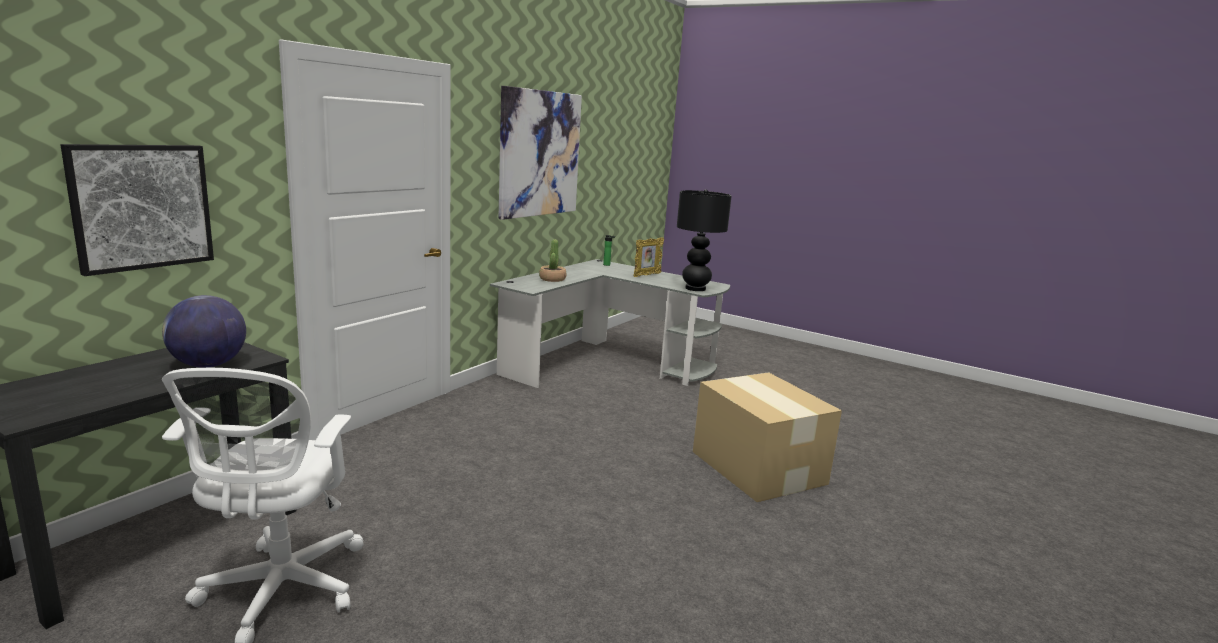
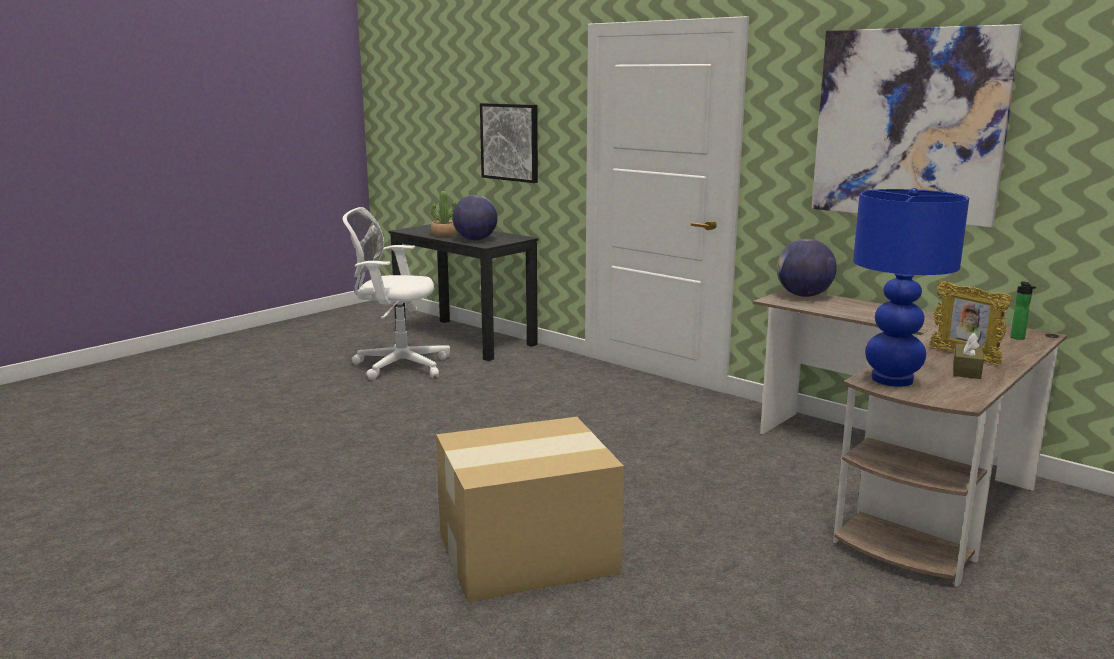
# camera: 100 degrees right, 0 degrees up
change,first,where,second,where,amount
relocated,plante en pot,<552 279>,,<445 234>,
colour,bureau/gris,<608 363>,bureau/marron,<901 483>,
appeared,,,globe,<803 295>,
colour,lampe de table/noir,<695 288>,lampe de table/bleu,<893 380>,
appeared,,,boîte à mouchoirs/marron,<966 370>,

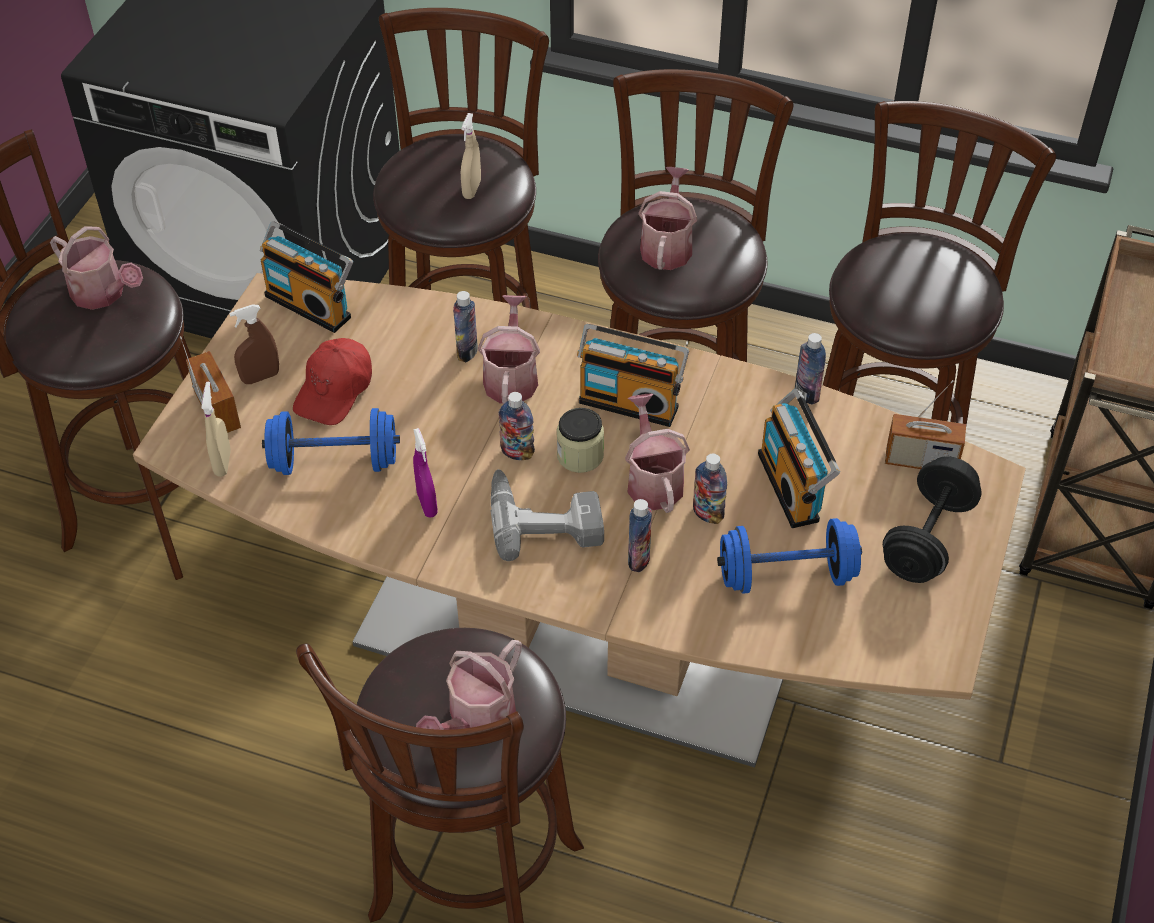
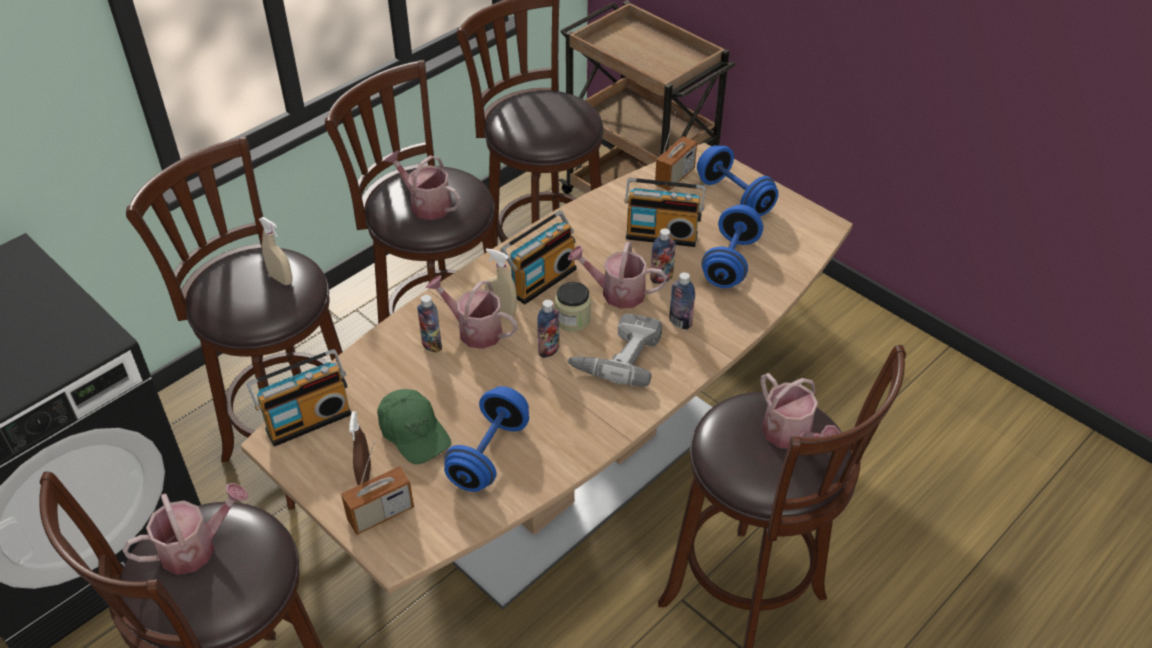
# camera: 65 degrees left, 5 degrees down
change,first,where,second,where,amount
spun,radio,<217 410>,,<381 514>,150 degrees clockwise
colour,casquette/rouge,<335 390>,casquette/vert,<414 432>,
relocated,vaporisateur/beige,<223 463>,,<501 310>,
colour,haltère/noir,<927 538>,haltère/bleu,<734 197>,
missing,vaporisateur/violet,<427 504>,,,
missing,bouteille,<806 394>,,,

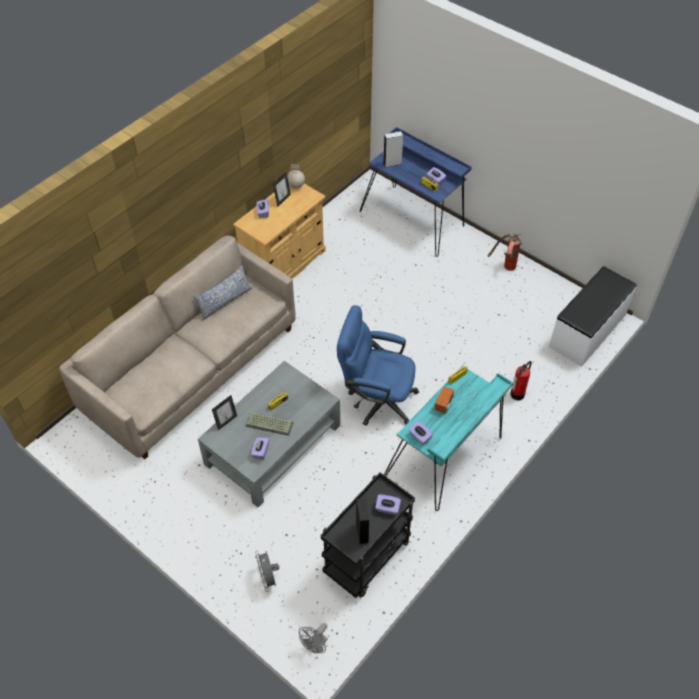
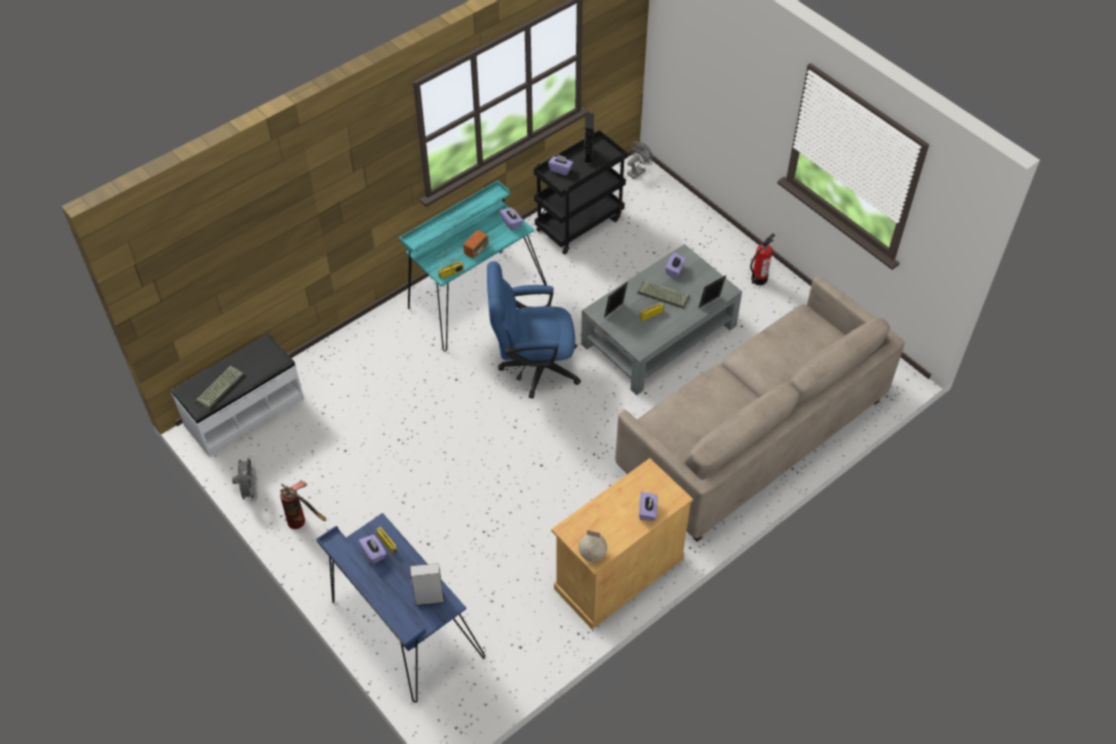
# camera: 170 degrees left, 0 degrees up
change,first,where,second,where,amount
appeared,,,clavier,<220 387>,
relocated,ventilateur/gris,<268 578>,,<250 491>,
spun,chaise de bureau/bleu,<376 399>,,<532 367>,150 degrees clockwise
relocated,cadre photo,<282 200>,,<615 311>,
relocated,extincteur,<517 394>,,<759 279>,
missing,coussin,<224 302>,,,

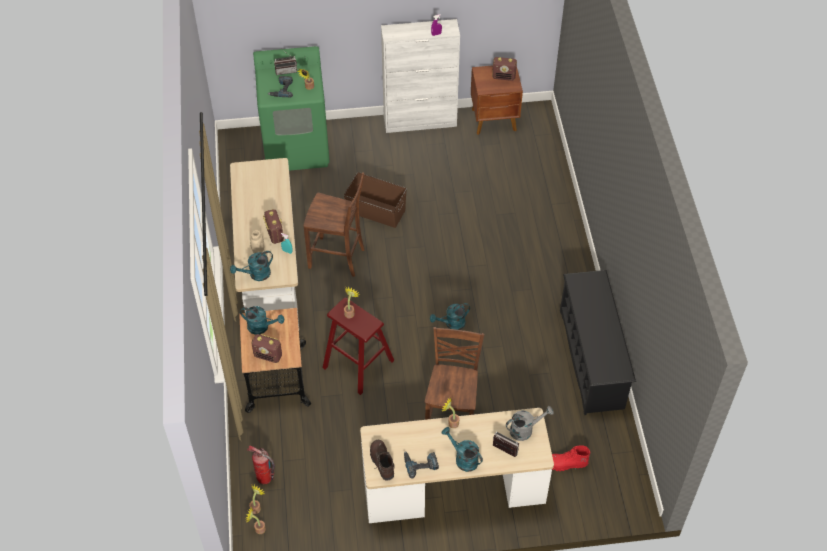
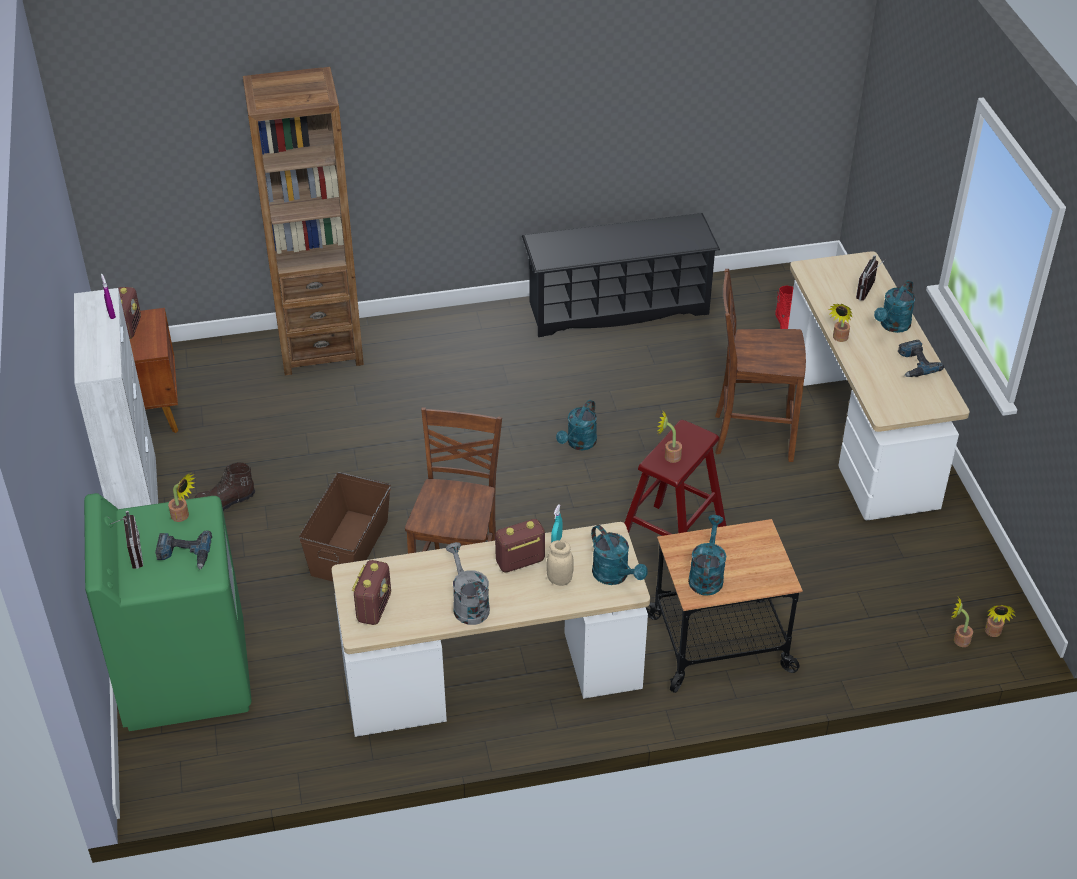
# camera: 95 degrees left, 10 degrees down
change,first,where,second,where,amount
relocated,botte/marron,<381 462>,,<225 502>,
appeared,,,bibliothèque/marron,<320 349>,
relocated,radio,<268 356>,,<374 608>,
relocated,arrosoir/gris,<525 429>,,<468 604>,
spun,arrosoir/turquoise,<452 324>,,<579 444>,60 degrees clockwise
missing,extincteur,<264 478>,,,

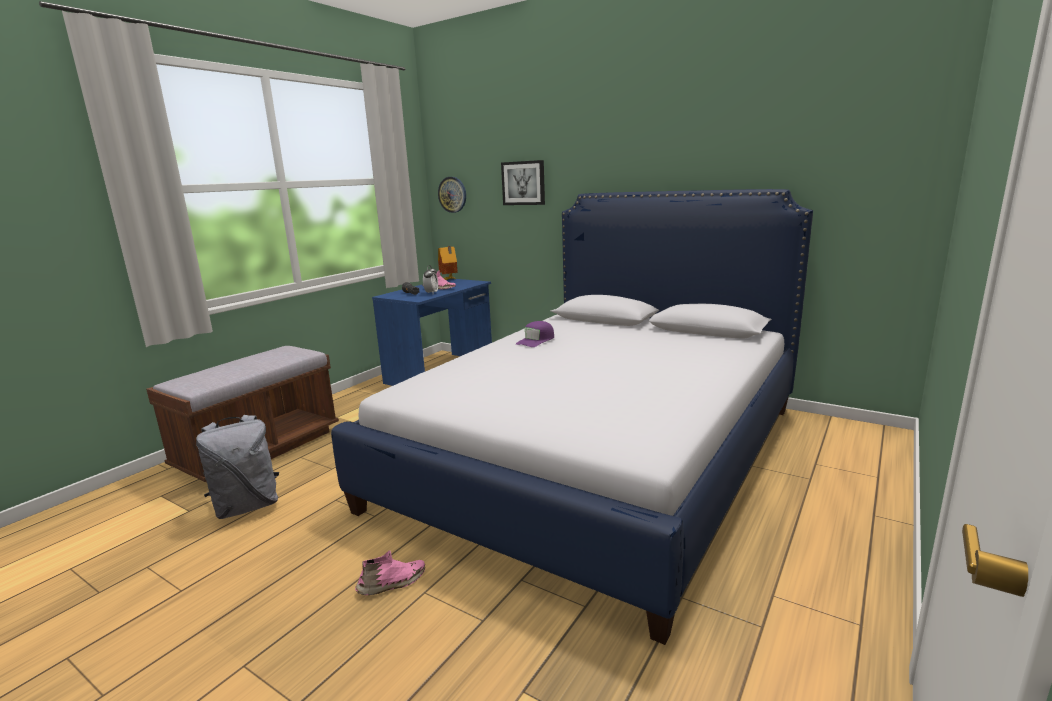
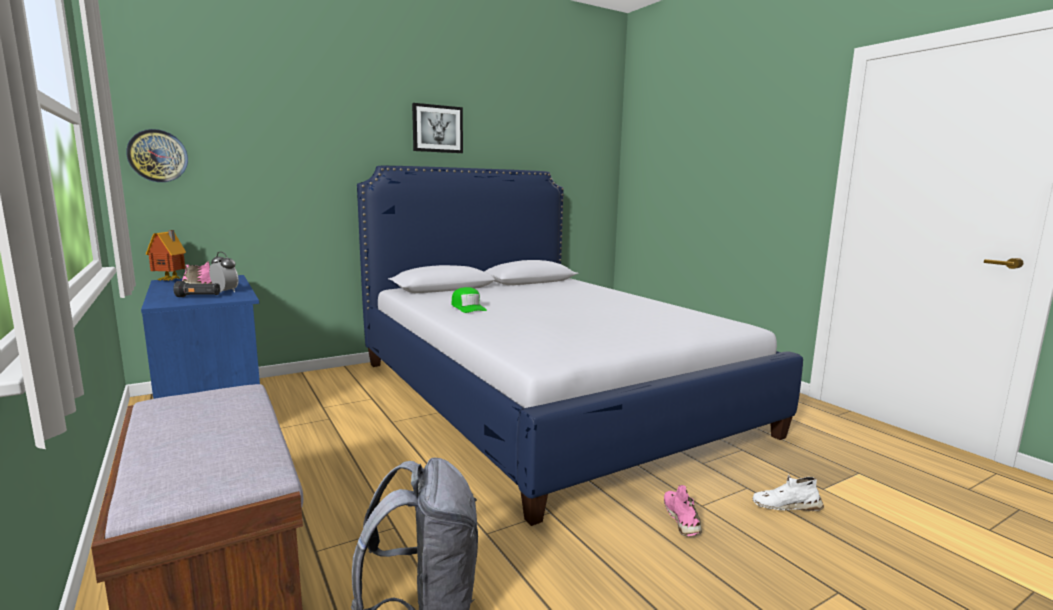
# camera: 65 degrees left, 5 degrees down
change,first,where,second,where,amount
relocated,tableau,<523 183>,,<437 129>,
colour,casquette/violet,<536 341>,casquette/vert,<468 307>,
appeared,,,chaussure/blanc,<785 505>,

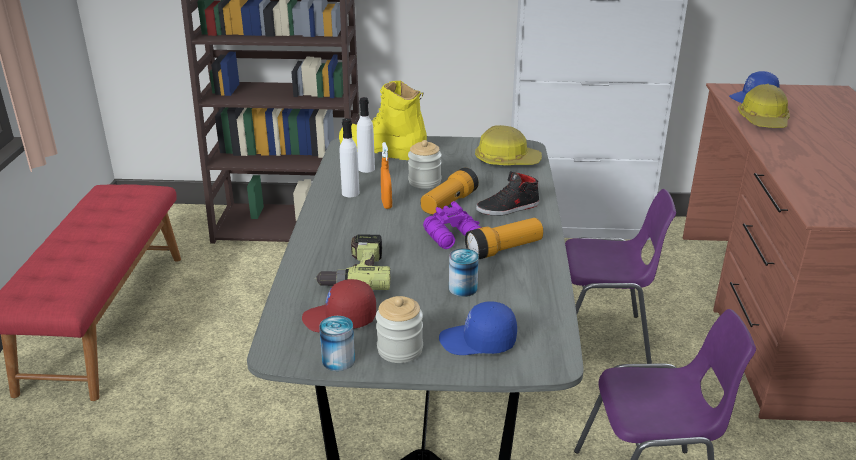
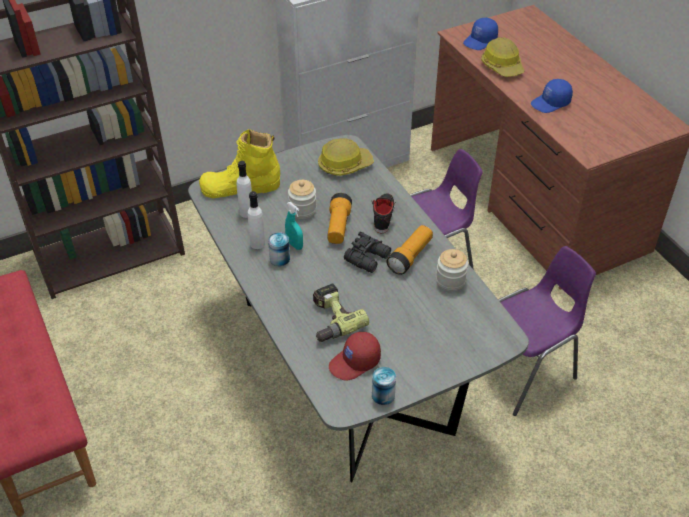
# camera: 30 degrees left, 15 degrees up
change,first,where,second,where,amount
relocated,boîte métallique,<463 288>,,<279 259>,
colour,vaporisateur/orange,<386 204>,vaporisateur/turquoise,<294 245>,
colour,jumelles/violet,<454 237>,jumelles/noir,<368 258>,
spun,chaussure/noir,<508 208>,,<383 215>,150 degrees clockwise
relocated,bocal,<400 349>,,<450 281>,
relocated,casquette/bleu,<478 342>,,<551 103>,

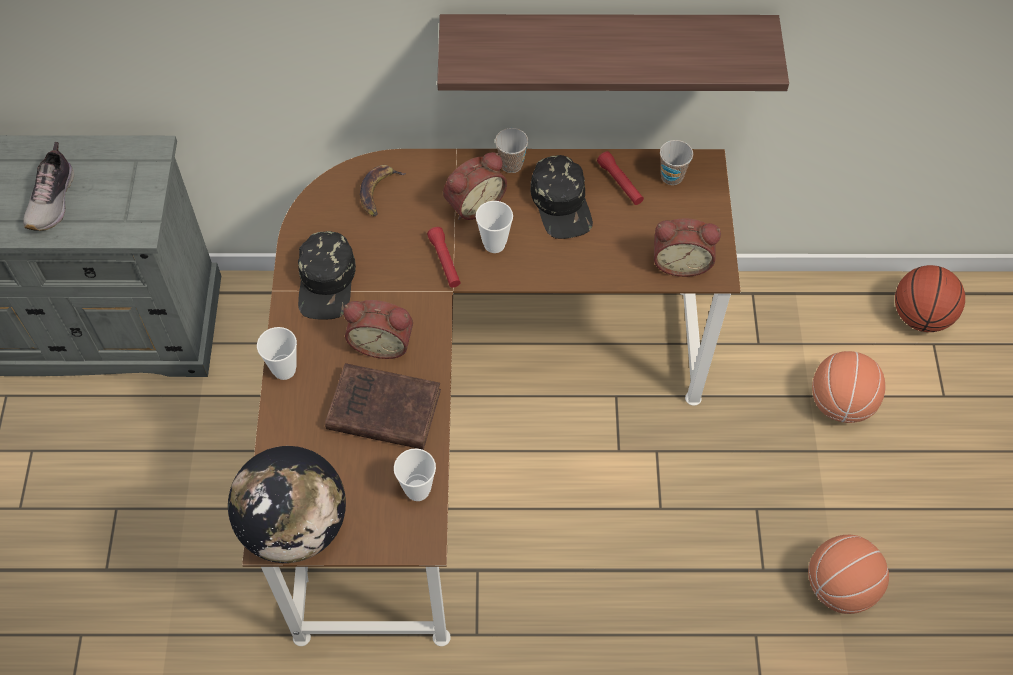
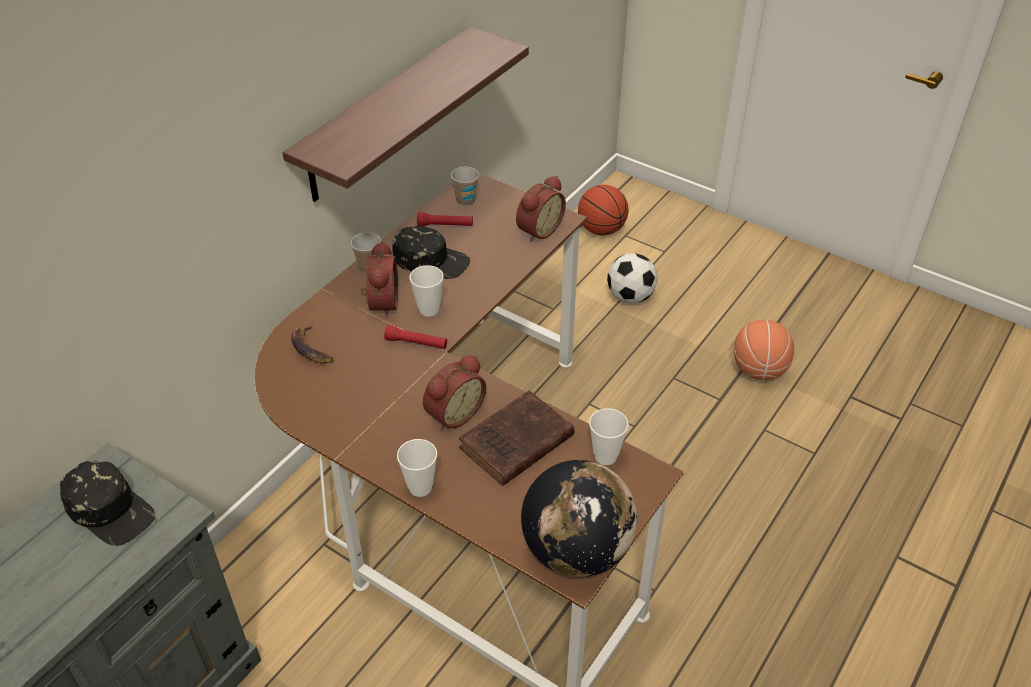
# camera: 55 degrees left, 15 degrees down
change,first,where,second,where,amount
relocated,casquette/noir,<327 282>,,<110 509>,
exchanged,ballon de basket,<840 402>,ballon de foot,<630 296>,
missing,chaussure,<53 200>,,,

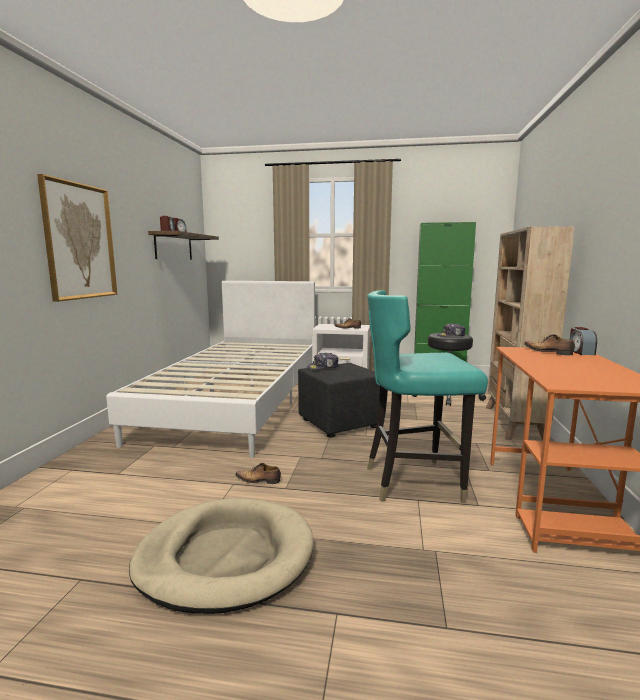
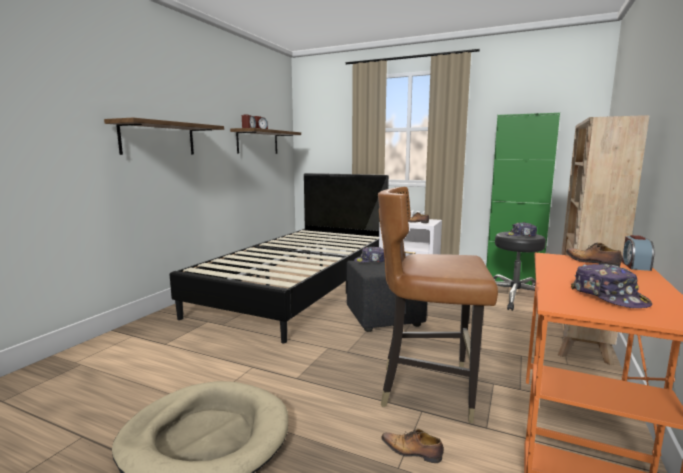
# camera: 15 degrees right, 0 degrees up
change,first,where,second,where,amount
exchanged,tableau,<79 241>,étagère,<158 139>,
colour,lit/blanc,<238 402>,lit/noir,<300 288>,
colour,chaise/turquoise,<414 481>,chaise/marron,<428 390>,
relocated,chaussure,<258 480>,,<412 452>,
appeared,,,casquette,<609 297>,

